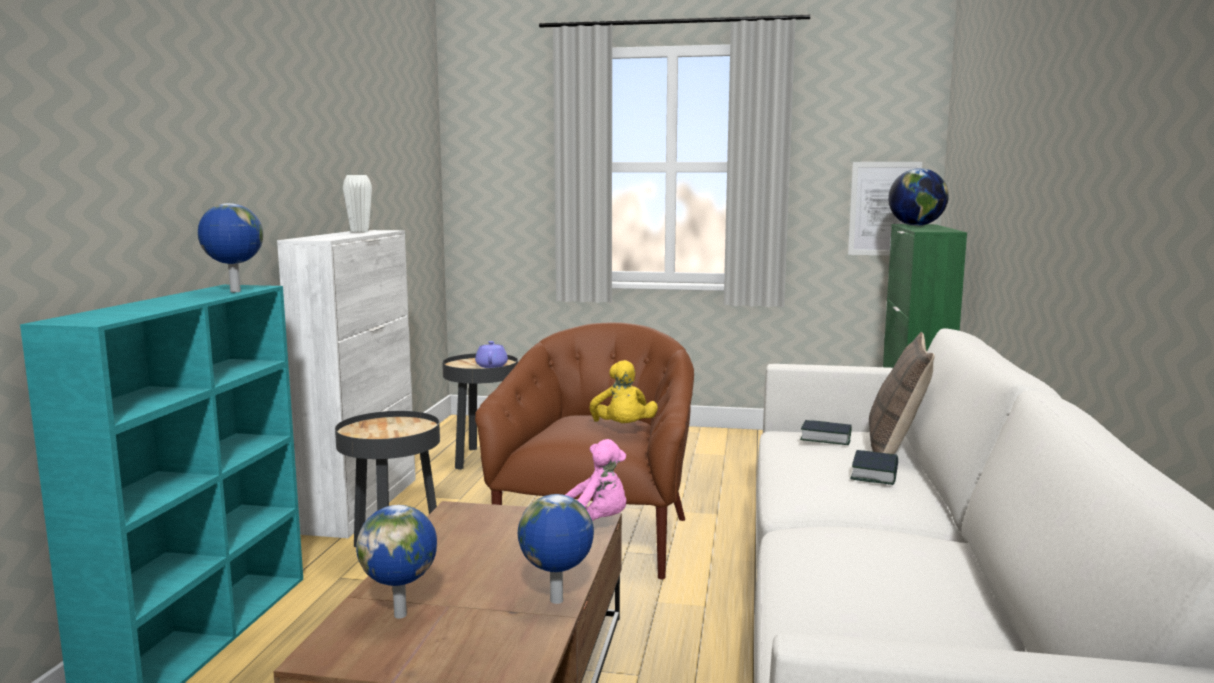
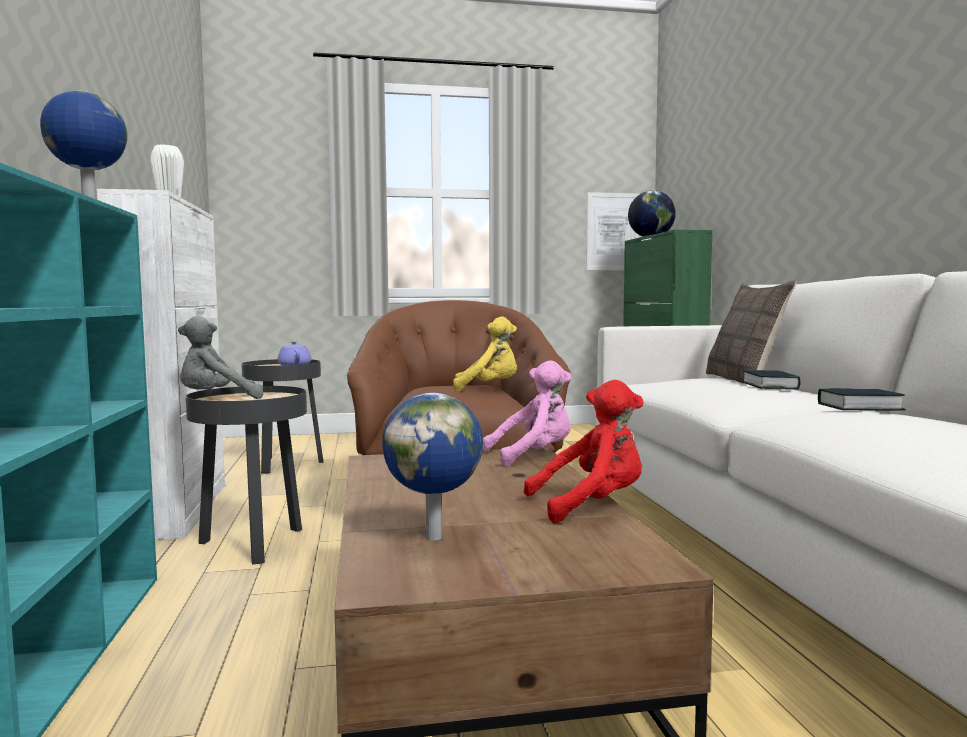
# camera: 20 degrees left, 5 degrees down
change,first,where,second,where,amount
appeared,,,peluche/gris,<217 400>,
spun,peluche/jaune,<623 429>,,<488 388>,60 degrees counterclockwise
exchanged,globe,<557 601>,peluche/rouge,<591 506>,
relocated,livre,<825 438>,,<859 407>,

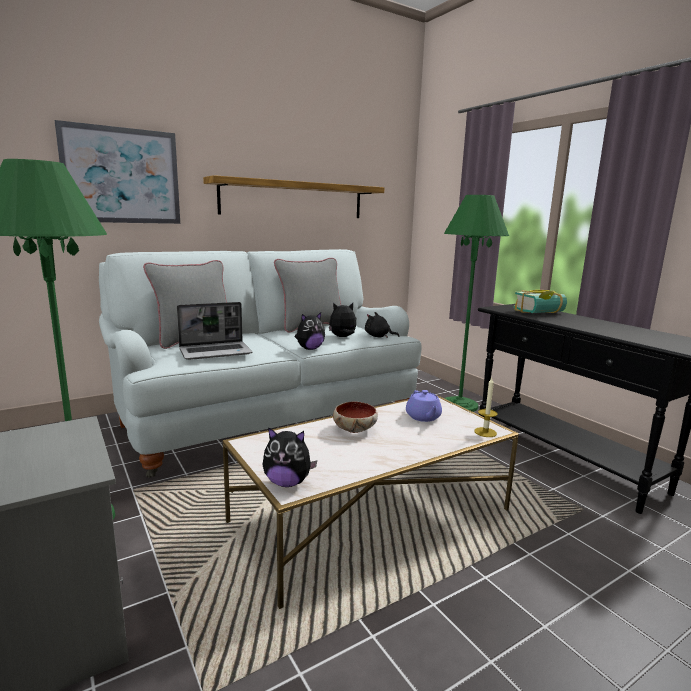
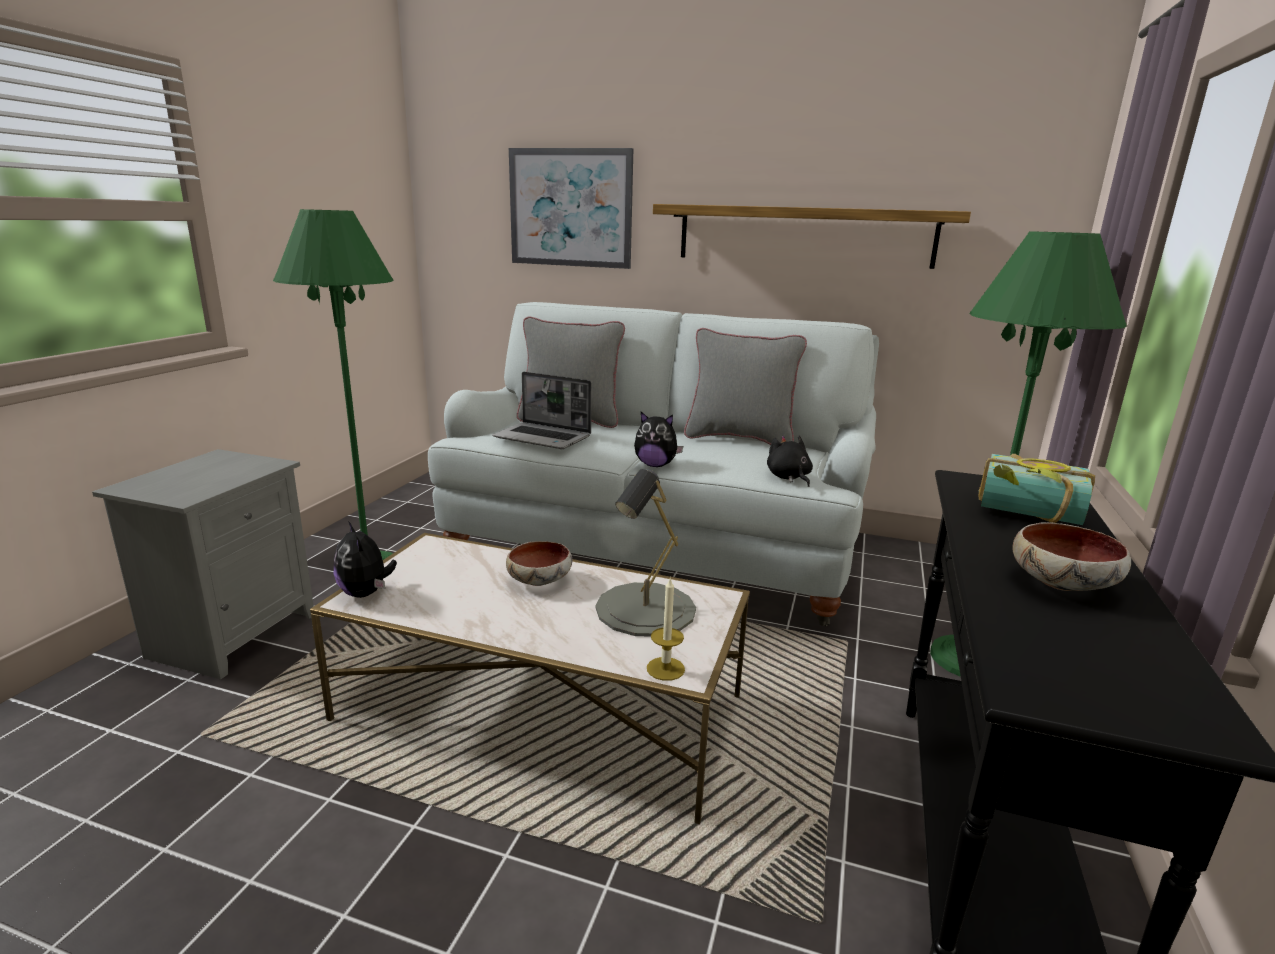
# camera: 50 degrees right, 5 degrees up
change,first,where,second,where,amount
exchanged,théière/violet,<423 417>,lampe de table/gris,<646 609>,
appeared,,,bol,<1062 583>,
missing,peluche,<342 337>,,,

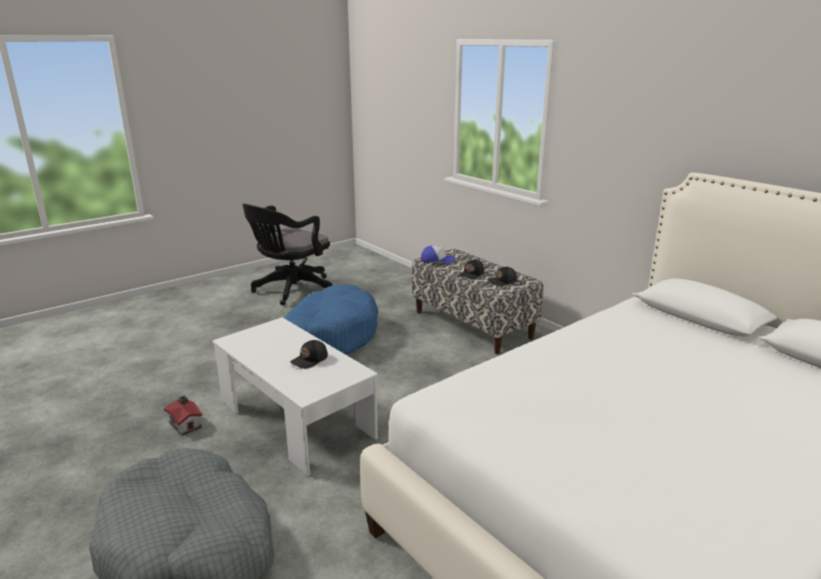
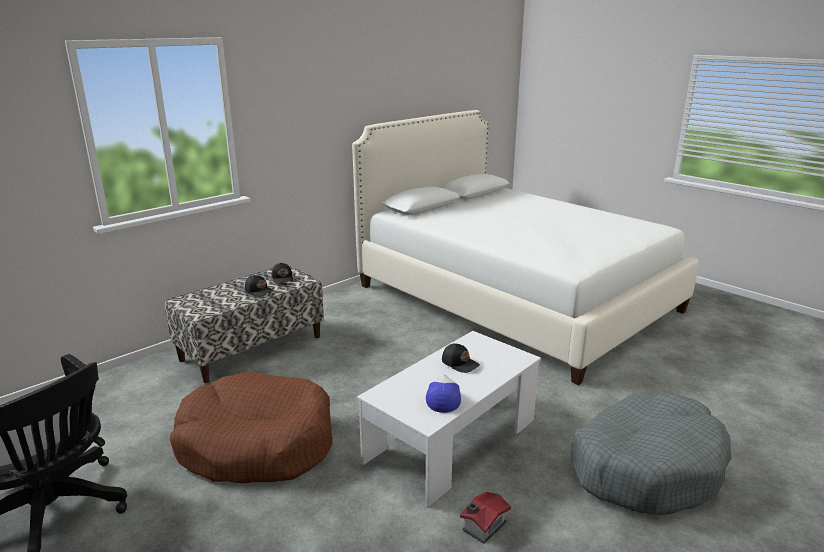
# camera: 95 degrees left, 0 degrees up
change,first,where,second,where,amount
colour,panier pour chien/bleu,<329 335>,panier pour chien/marron,<257 444>,
relocated,casquette,<437 260>,,<443 397>,

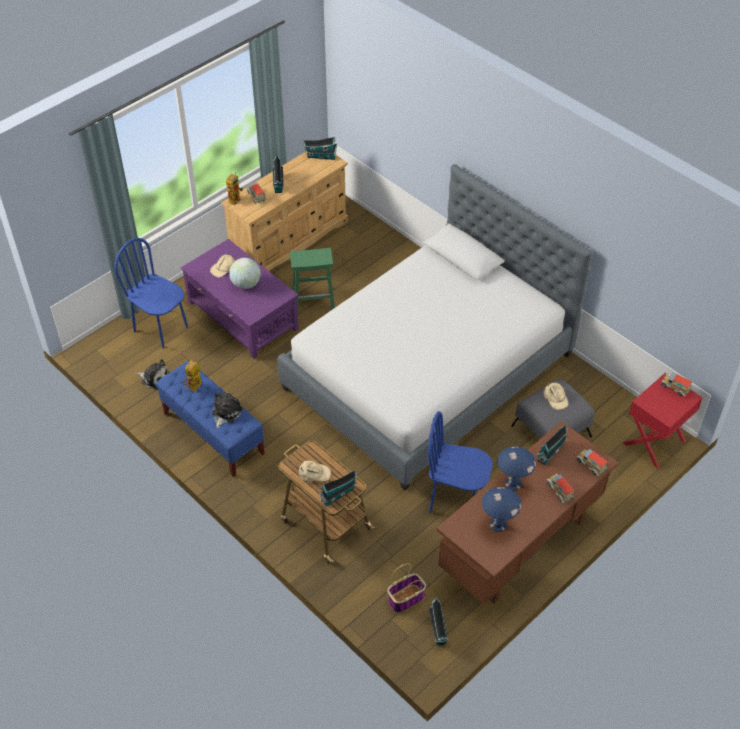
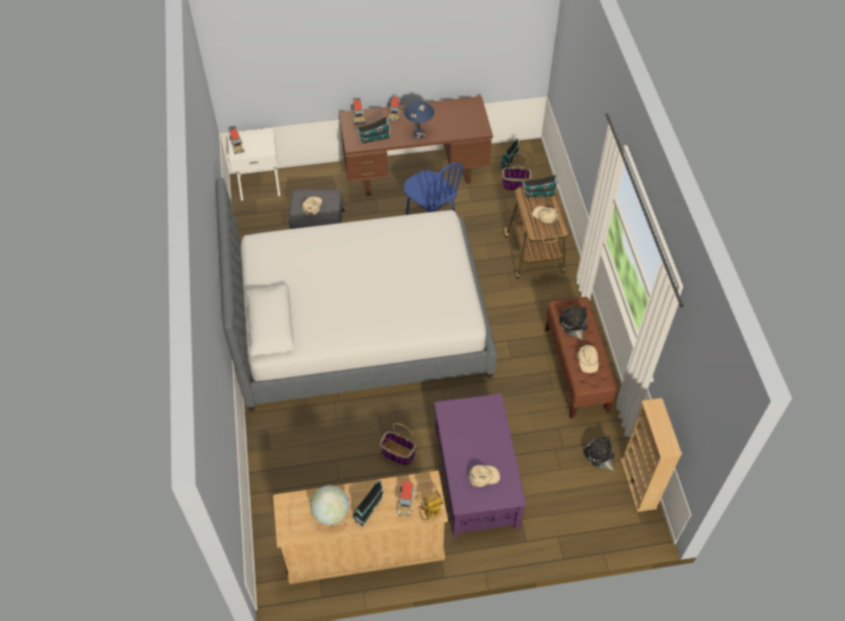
# camera: 145 degrees left, 5 degrees up
change,first,where,second,where,amount
colour,table de chevet/rouge,<655 443>,table de chevet/blanc,<259 184>,
relocated,globe,<246 284>,,<331 513>,
exchanged,tabouret/vert,<314 300>,panier,<397 453>,
colour,banc/bleu,<213 433>,banc/marron,<576 370>,
spun,peluche,<225 413>,,<573 325>,105 degrees clockwise
exchanged,robot jouet,<194 389>,casquette/beige,<587 360>,
appeared,,,bibliothèque/beige,<638 483>,
missing,chaise/bleu,<161 329>,,,
missing,maison miniature,<320 156>,,,
missing,lampe de table/bleu,<498 524>,,,

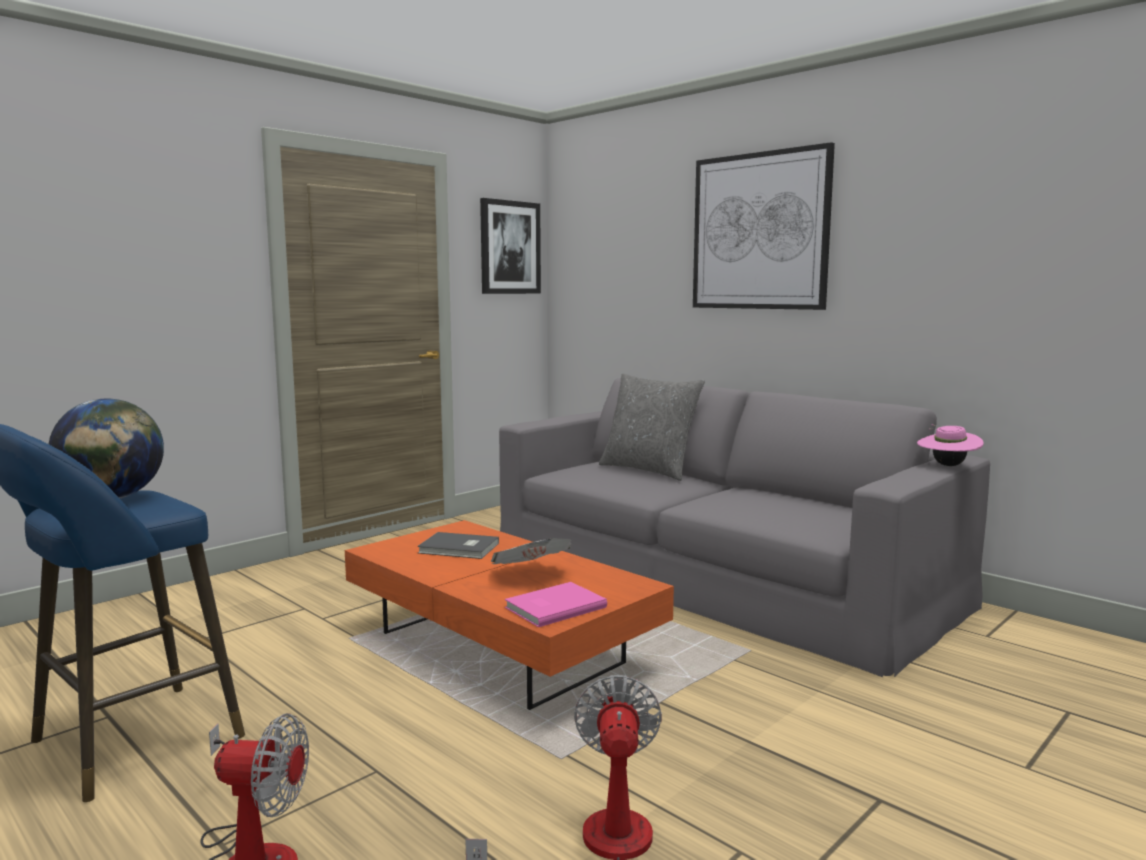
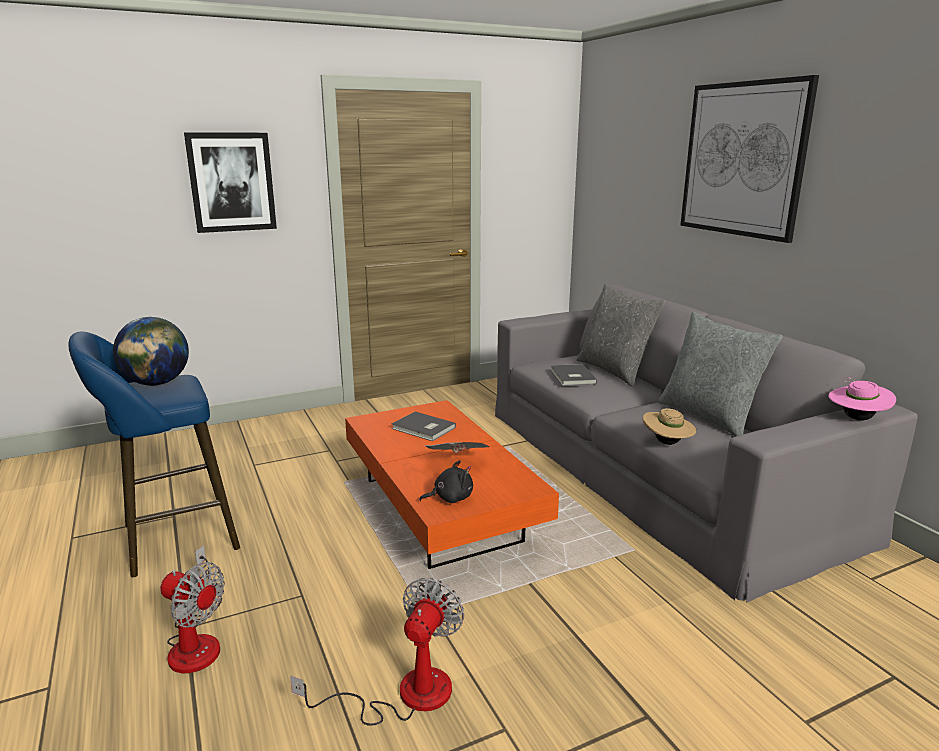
# camera: 20 degrees right, 10 degrees up
change,first,where,second,where,amount
relocated,tableau,<509 247>,,<232 182>,
exchanged,livre/rose,<553 607>,peluche/noir,<450 498>,
appeared,,,livre/gris,<571 377>,
appeared,,,chapeau/beige,<667 443>,
appeared,,,coussin/gris,<709 416>,

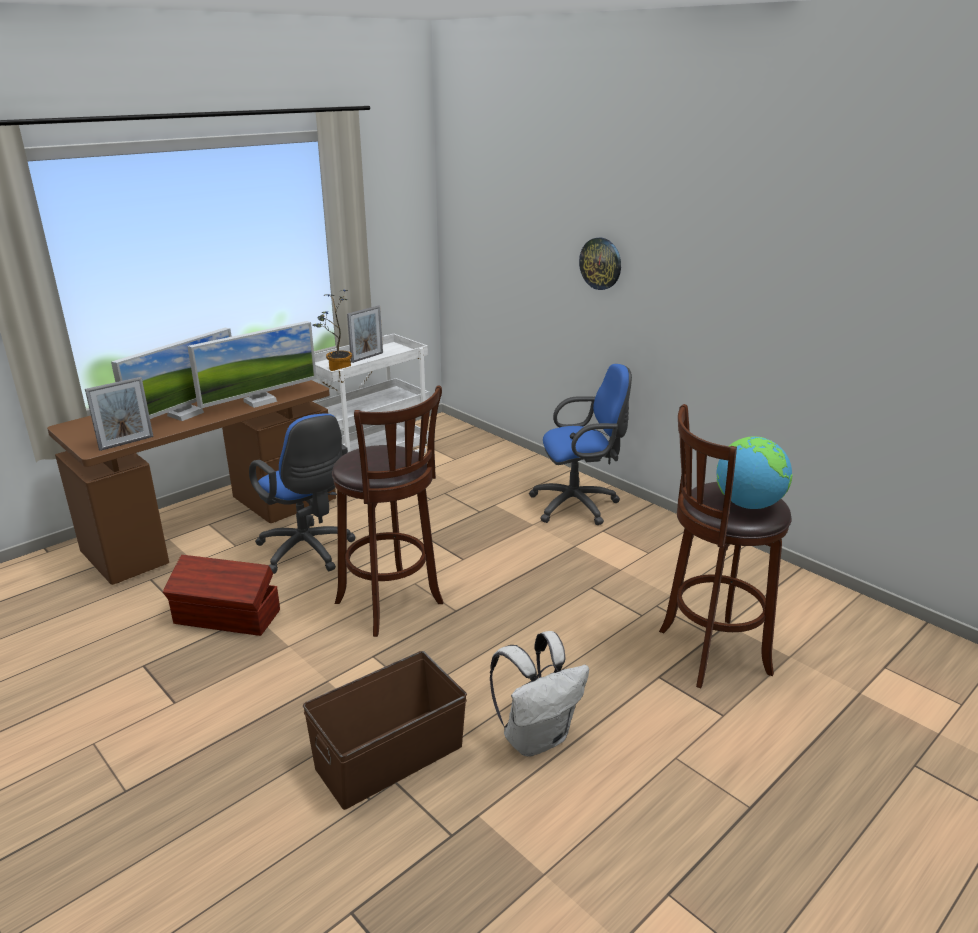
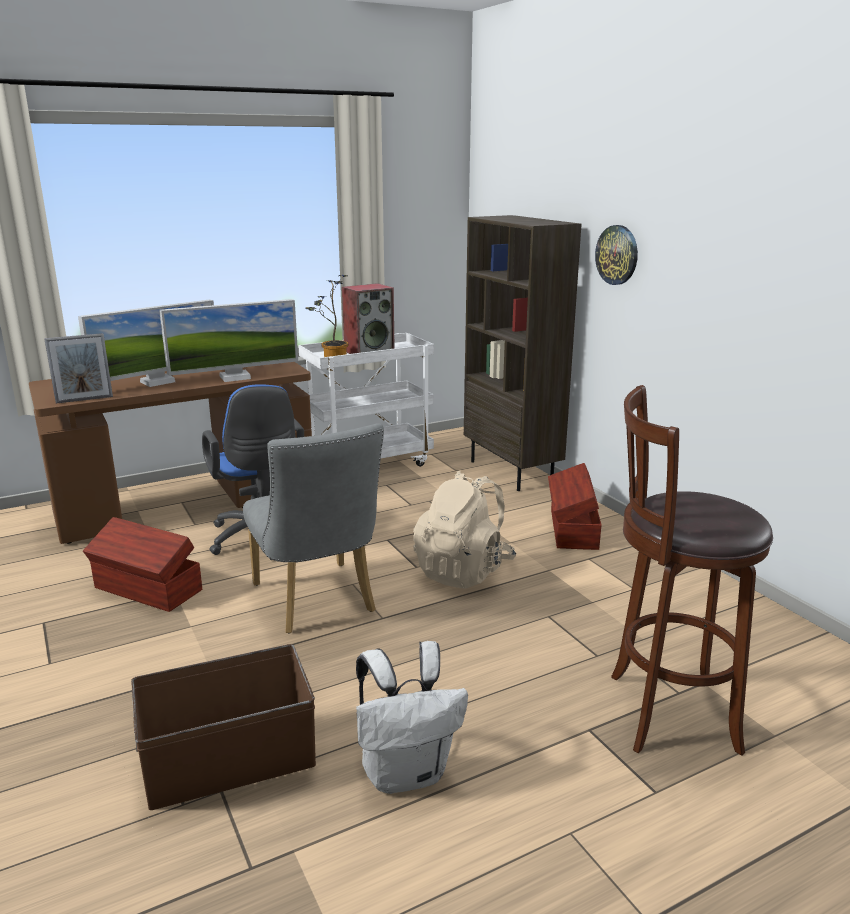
# camera: 15 degrees right, 5 degrees down
change,first,where,second,where,amount
exchanged,tabouret/marron,<392 605>,chaise/gris,<317 602>,
exchanged,cadre photo,<367 357>,enceinte,<369 351>,
appeared,,,sac à dos/beige,<464 571>,
appeared,,,bibliothèque/marron,<512 472>,
exchanged,chaise de bureau/bleu,<579 505>,boîte de rangement/marron,<572 529>,
missing,globe,<748 504>,,,

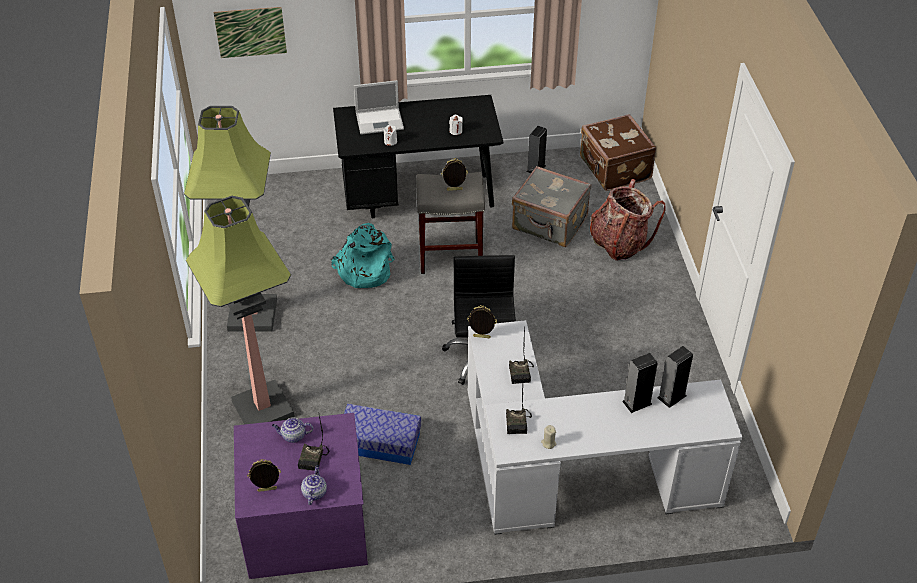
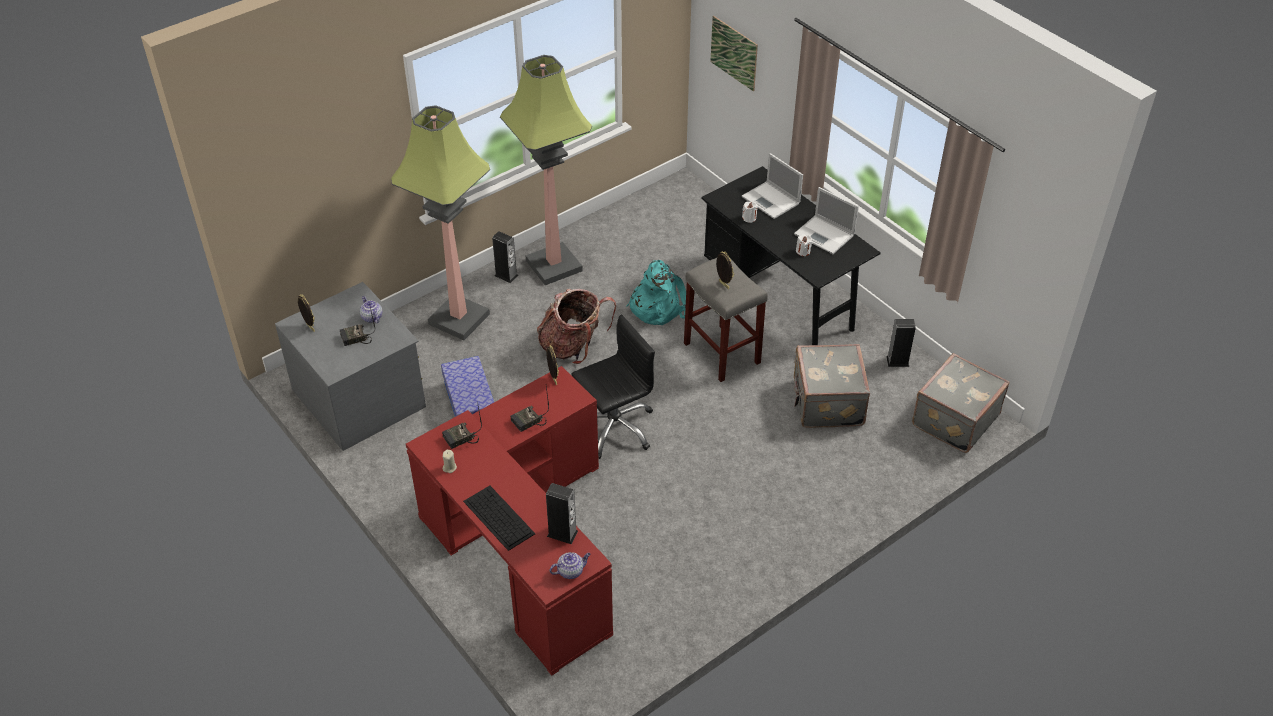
# camera: 60 degrees right, 0 degrees up
change,first,where,second,where,amount
colour,commode/violet,<306 524>,commode/gris,<360 397>,
colour,bureau/blanc,<571 472>,bureau/rouge,<520 543>,
appeared,,,clavier,<498 517>,
relocated,enceinte,<637 402>,,<506 275>,
relocated,sac à dos,<619 243>,,<573 346>,
relocated,théière,<314 492>,,<571 571>,
appeared,,,ordinateur portable,<825 235>,
colour,valise/marron,<614 169>,valise/gris,<953 419>,

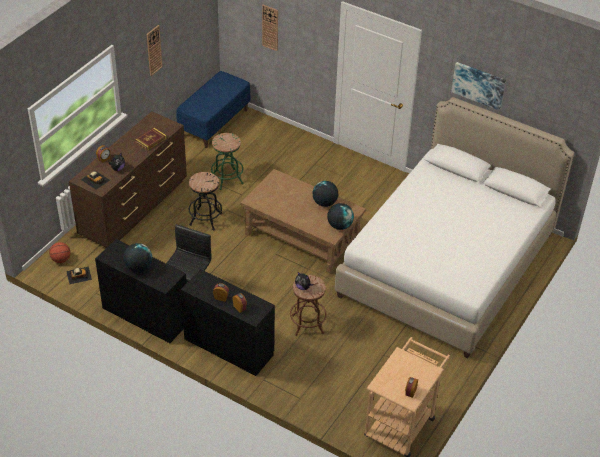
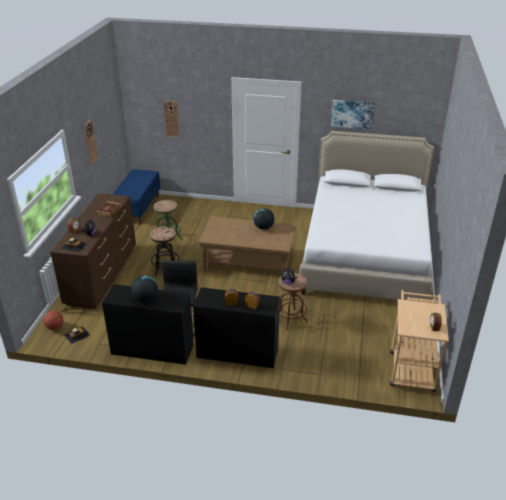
# camera: 20 degrees left, 10 degrees down
change,first,where,second,where,amount
missing,globe,<339 226>,,,

